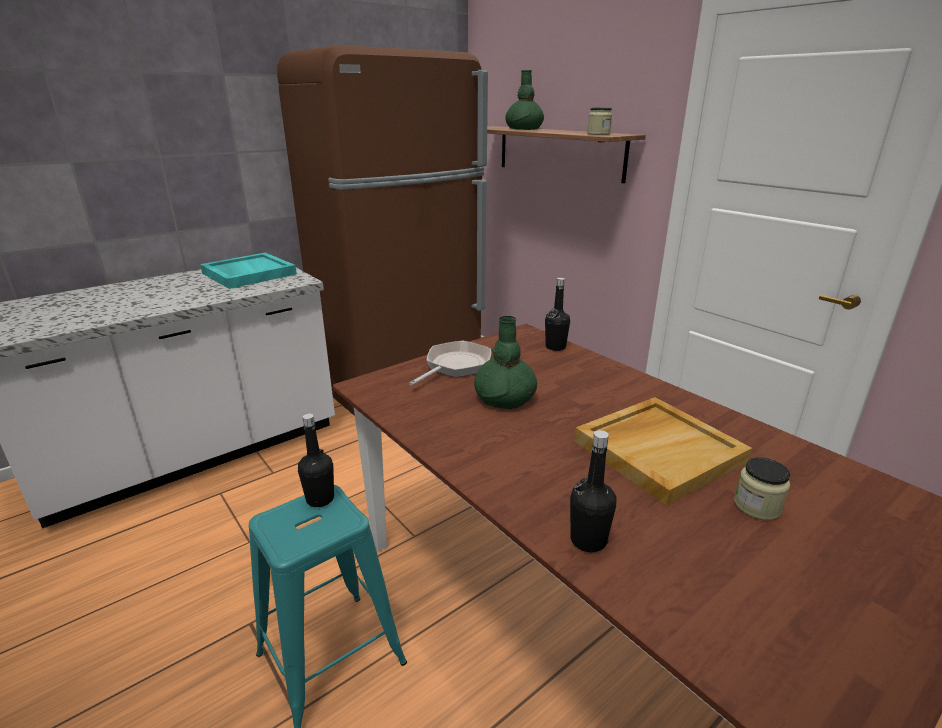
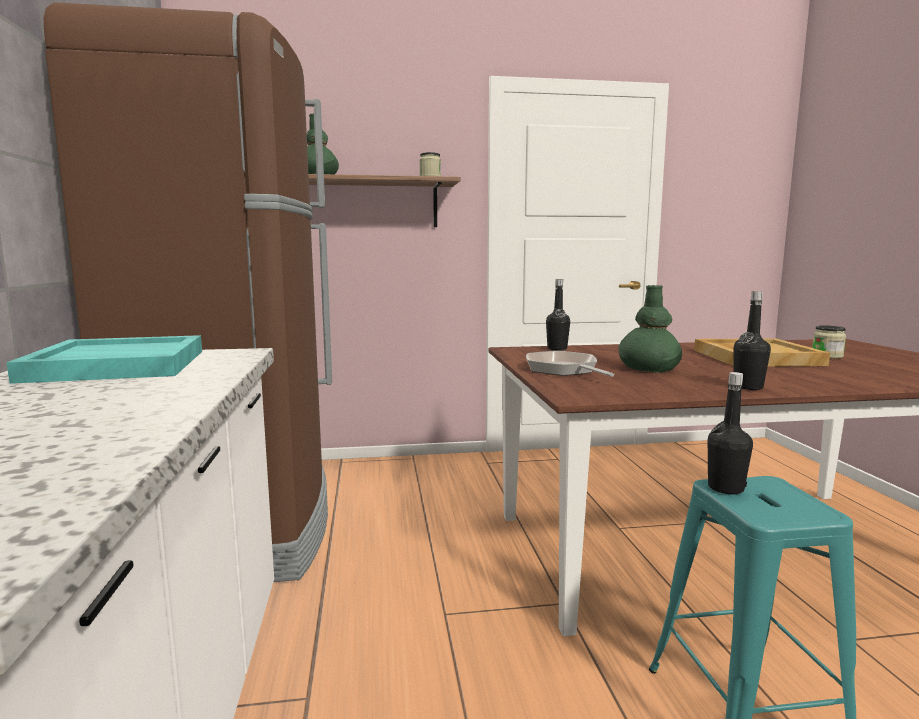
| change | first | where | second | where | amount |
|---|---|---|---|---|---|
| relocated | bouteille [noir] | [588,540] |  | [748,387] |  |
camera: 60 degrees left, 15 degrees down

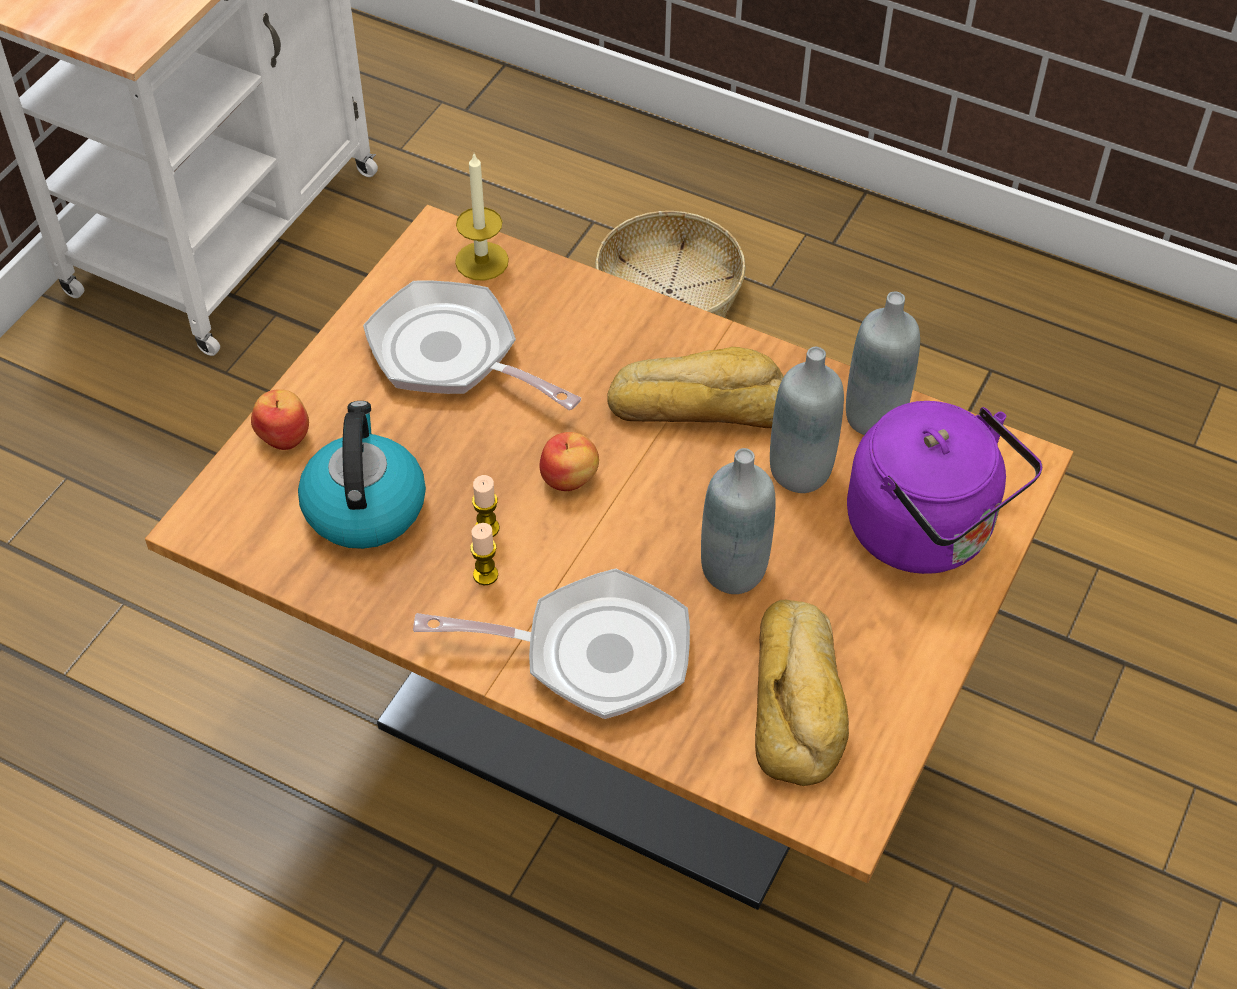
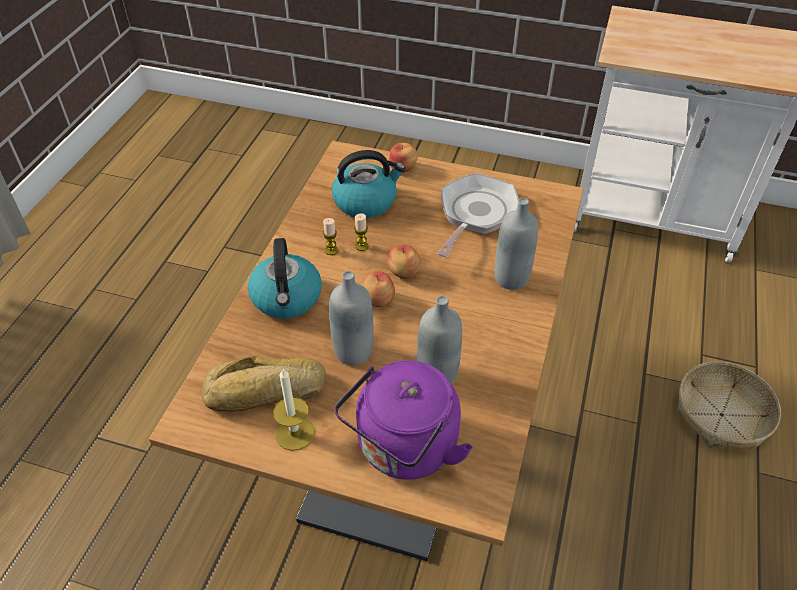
| change | first | where | second | where | amount |
|---|---|---|---|---|---|
| missing | pain | [699,402] |  |  |  |
| appeared |  |  | pomme | [377,300] |  |
| relocated | bougie | [482,261] |  | [294,433] |  |
| relocated | bouteille [gris] | [874,417] |  | [511,278] |  |
| exchanged | poêle | [592,653] | bouilloire | [287,298] |  |
camera: 80 degrees right, 5 degrees down

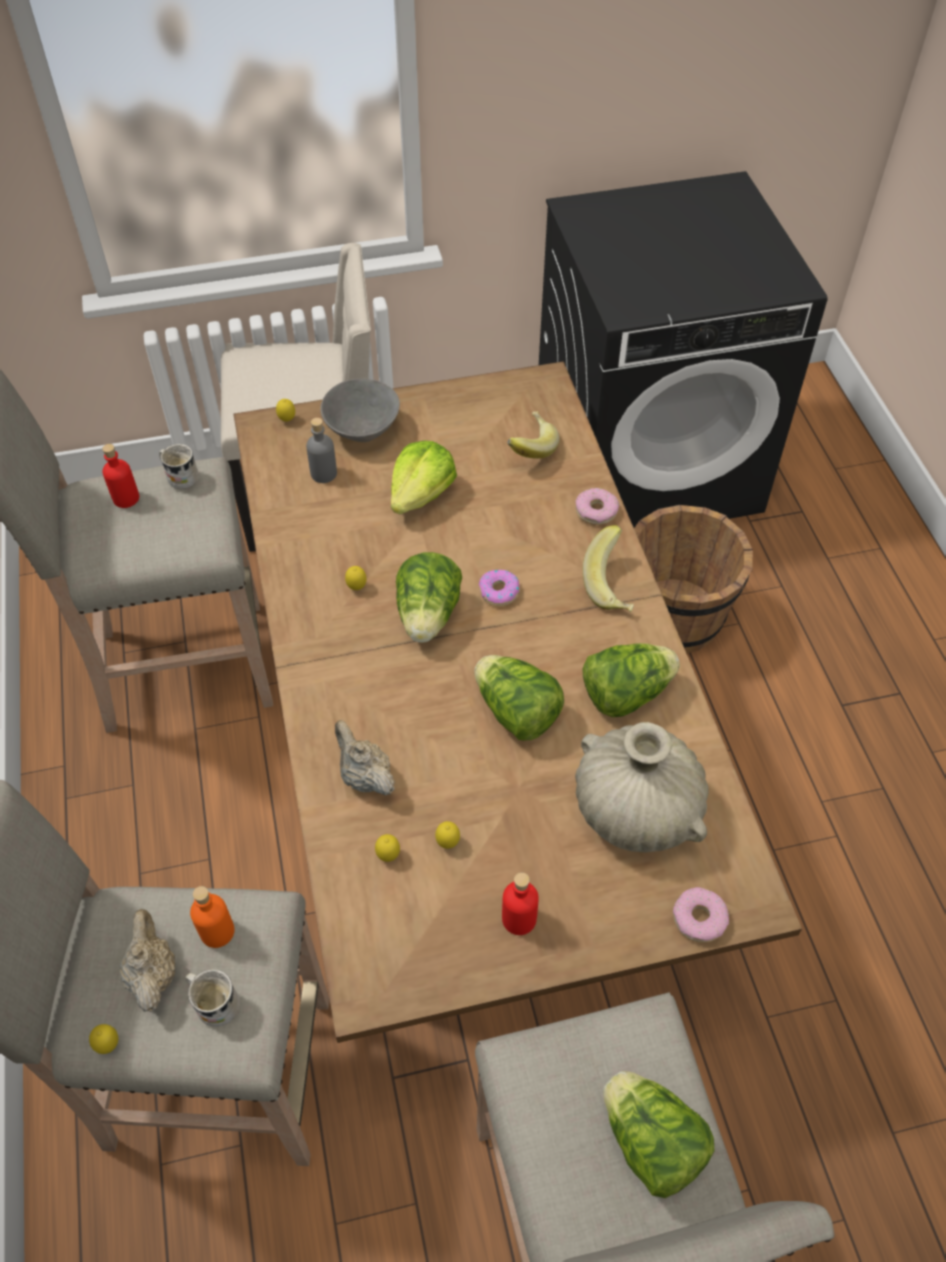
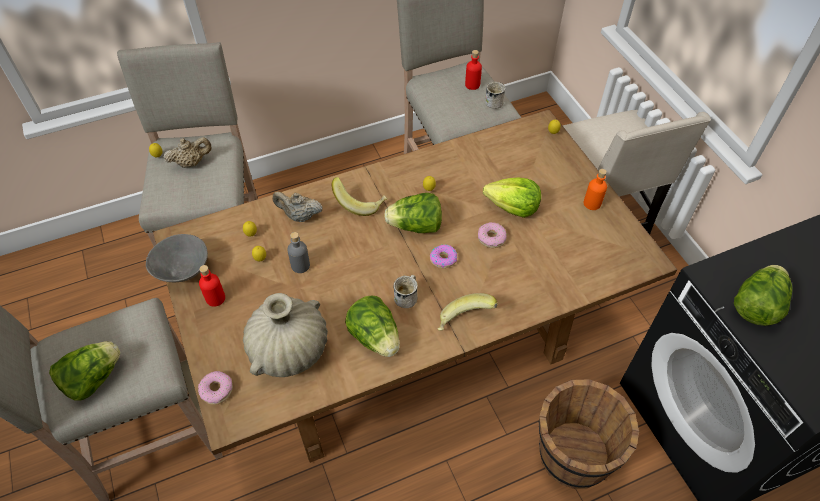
| change | first | where | second | where | amount |
|---|---|---|---|---|---|
| relocated | mug [blanc] | [213,1001] |  | [408,296] |  |
| relocated | bouteille [orange] | [217,931] |  | [592,203] |  |
| relocated | bouteille [gris] | [324,473] |  | [300,265] |  |
| relocated | bol [gris] | [362,431] |  | [182,271] |  |
| relocated | laitue | [516,712] |  | [756,305] |  |
| relocated | banane | [529,447] |  | [360,203] |  |
| relocated | beignet | [596,511] |  | [491,238] |  |
| spun | théière [beige] | [364,776] |  | [299,216] | 120 degrees counterclockwise |
camera: 80 degrees right, 0 degrees up

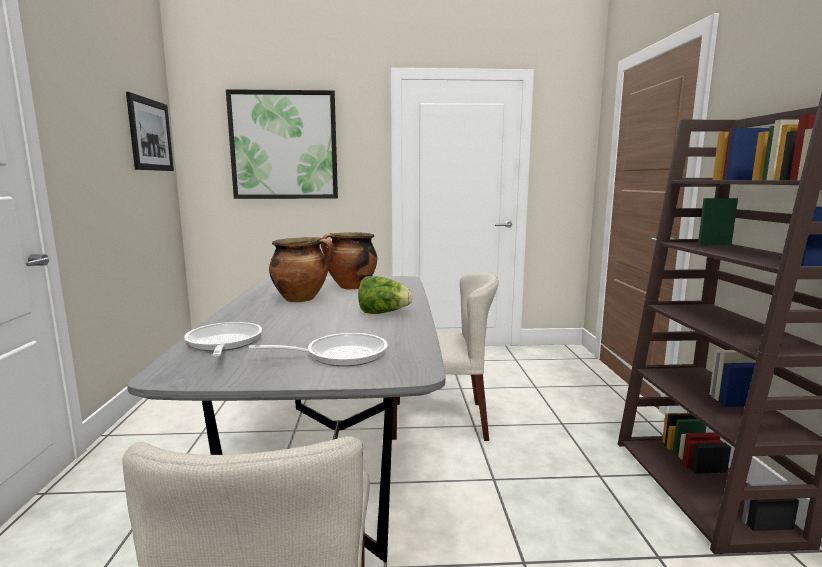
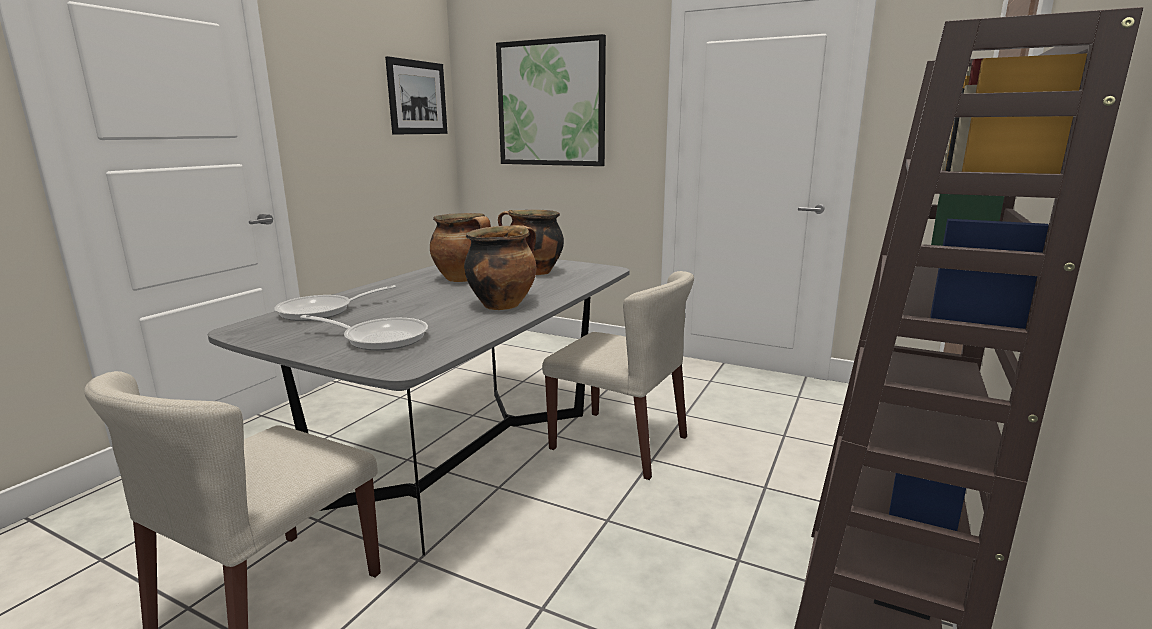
| change | first | where | second | where | amount |
|---|---|---|---|---|---|
| exchanged | laitue | [383,313] | marmite | [503,304] |  |
| spun | poêle | [223,344] |  | [322,311] | 135 degrees counterclockwise |
camera: 30 degrees right, 5 degrees up

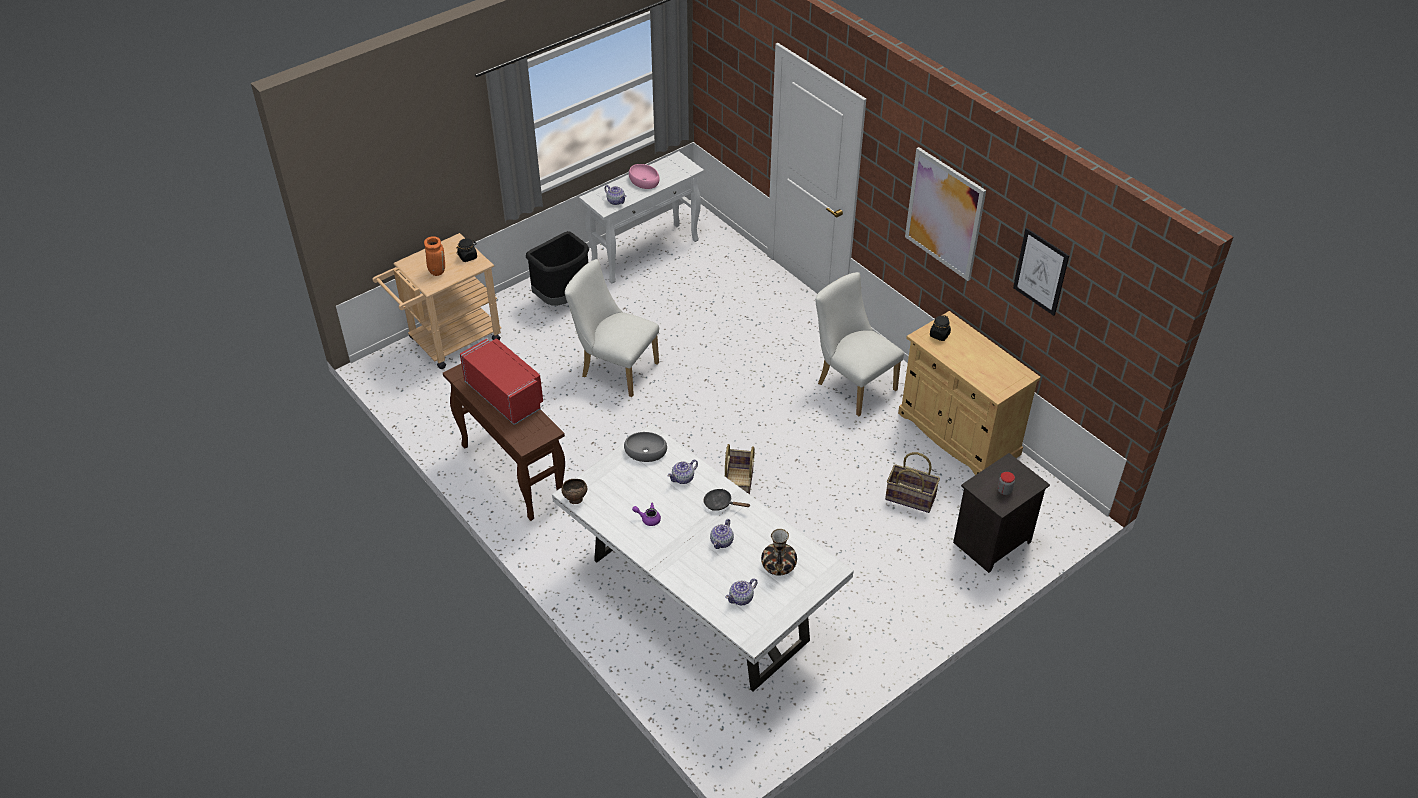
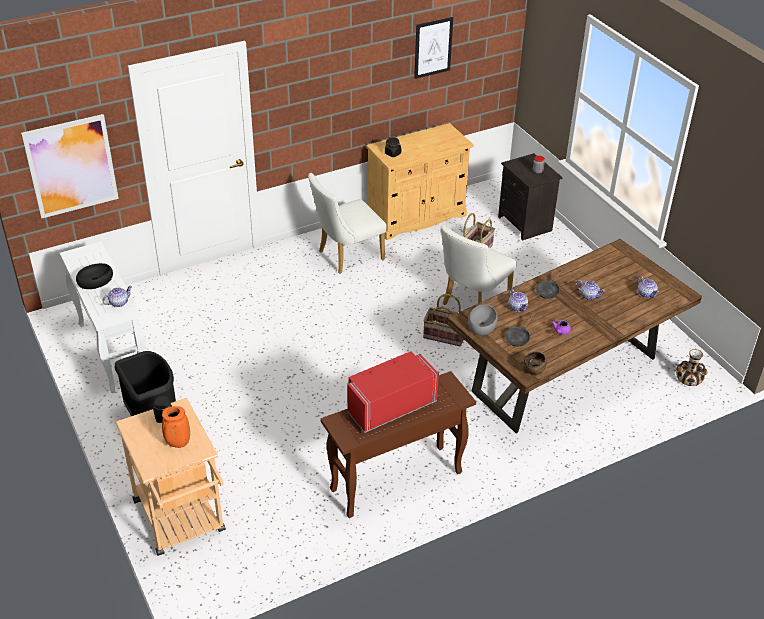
| change | first | where | second | where | amount |
|---|---|---|---|---|---|
| appeared |  |  | poêle [noir] | [518,338] |  |
| relocated | chaise [blanc] | [614,369] |  | [472,303] |  |
| relocated | vase | [778,565] |  | [689,379] |  |
| relocated | tableau | [944,214] |  | [71,166] |  |
| colour | table à manger [blanc] | [700,600] | table à manger [marron] | [564,374] |  |
| colour | bol [rose] | [643,181] | bol [noir] | [95,281] |  |
camera: 80 degrees left, 5 degrees down

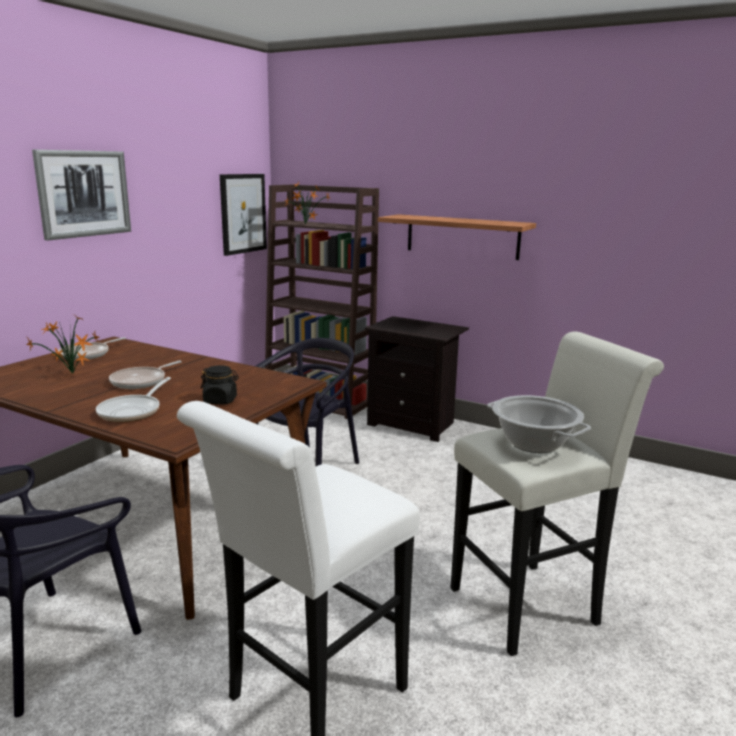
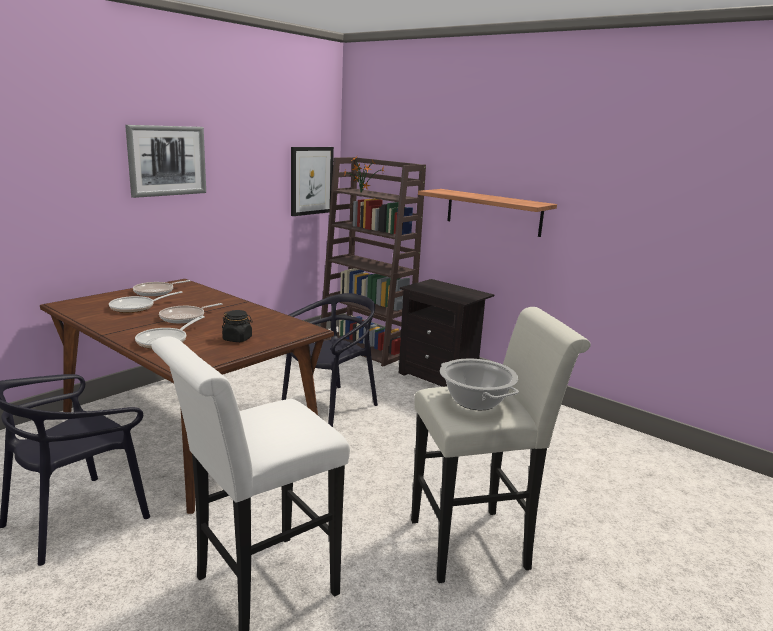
| change | first | where | second | where | amount |
|---|---|---|---|---|---|
| exchanged | plante en pot | [73,375] | poêle | [136,307] |  |
camera: 10 degrees right, 0 degrees up

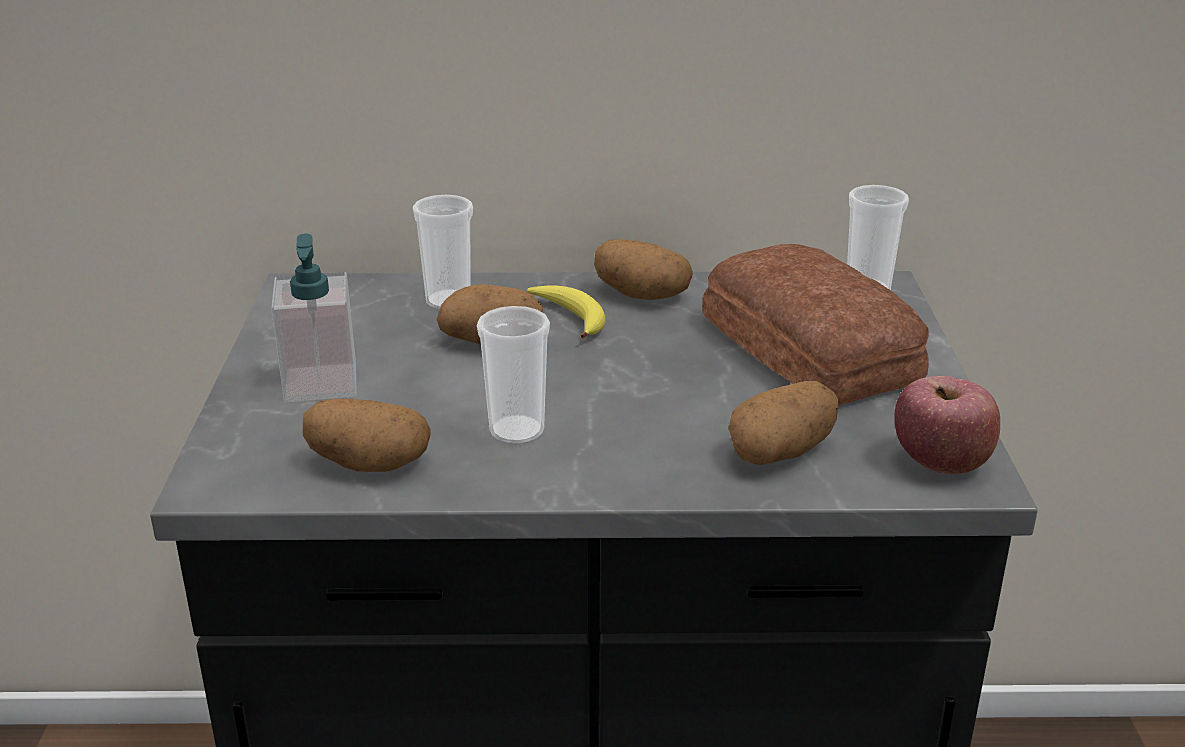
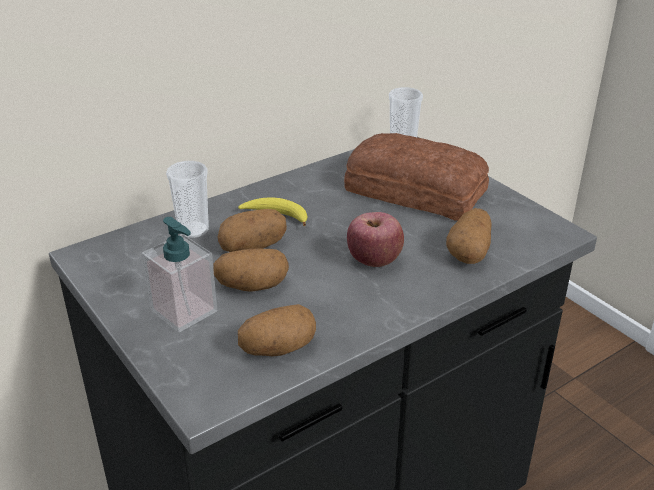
| change | first | where | second | where | amount |
|---|---|---|---|---|---|
| missing | tasse | [517,431] |  |  |  |
| relocated | pomme de terre | [640,295] |  | [252,286] |  |
| relocated | pomme | [941,463] |  | [374,261] |  |
camera: 35 degrees left, 5 degrees up

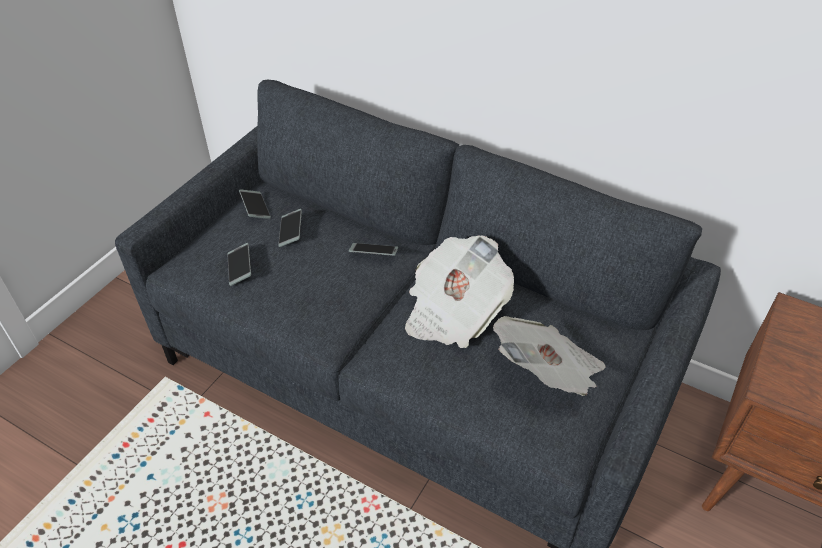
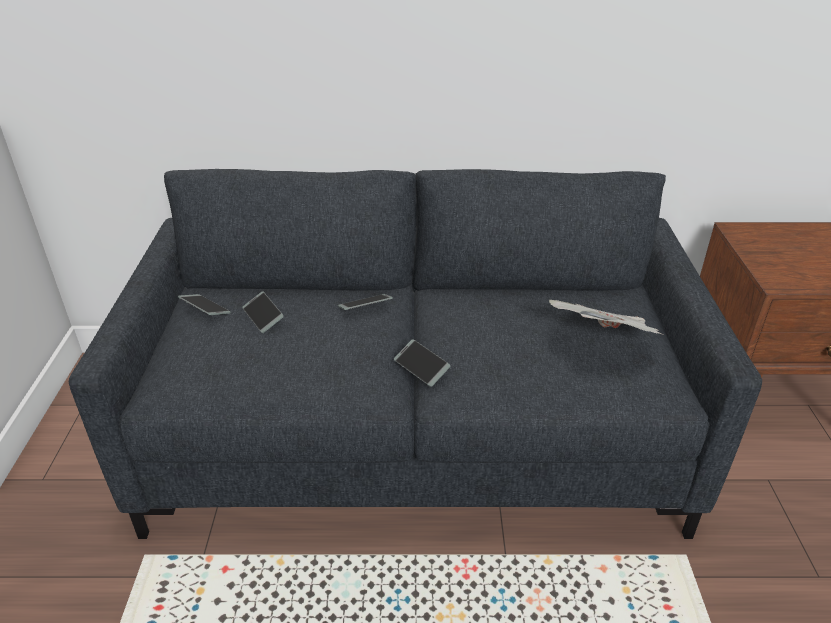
| change | first | where | second | where | amount |
|---|---|---|---|---|---|
| missing | journal | [453,311] |  |  |  |
| relocated | téléphone | [240,268] |  | [421,367] |  |
camera: 30 degrees left, 10 degrees down

